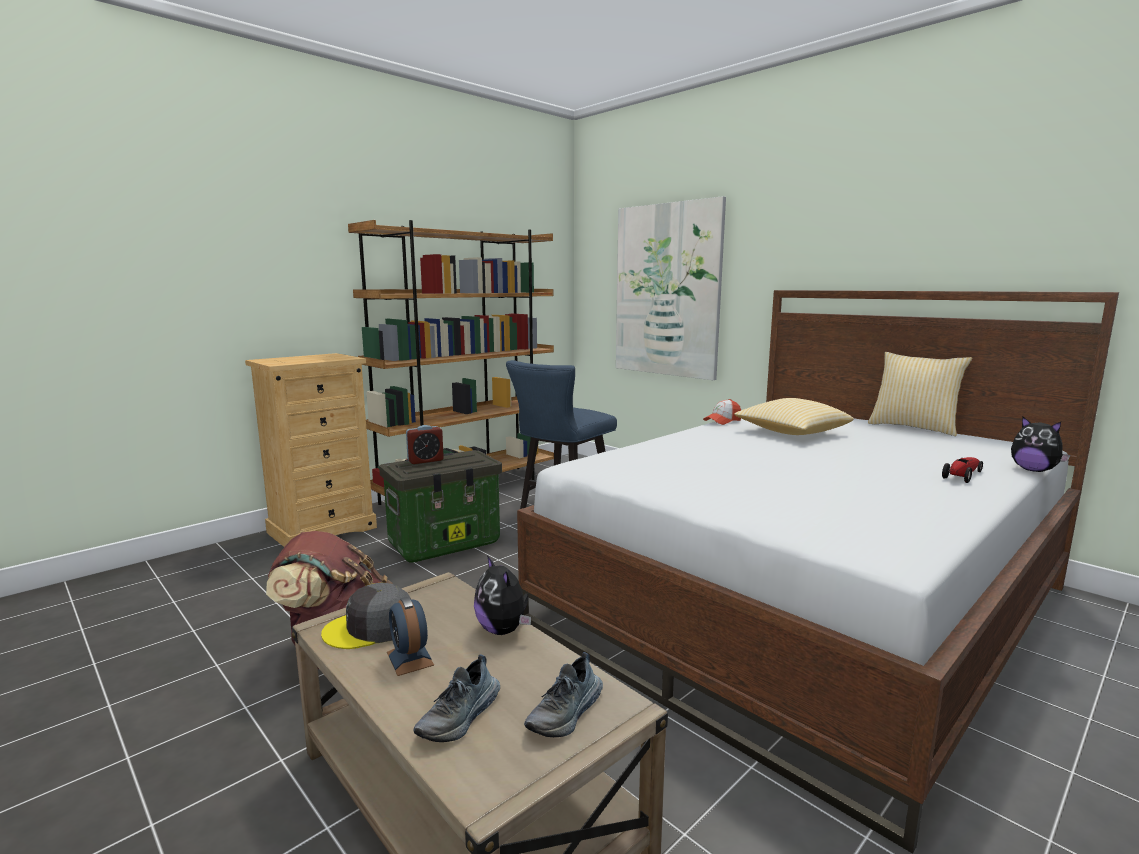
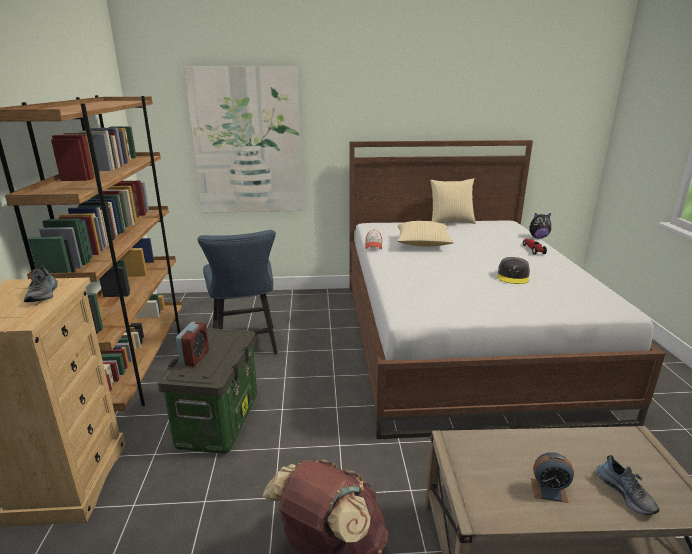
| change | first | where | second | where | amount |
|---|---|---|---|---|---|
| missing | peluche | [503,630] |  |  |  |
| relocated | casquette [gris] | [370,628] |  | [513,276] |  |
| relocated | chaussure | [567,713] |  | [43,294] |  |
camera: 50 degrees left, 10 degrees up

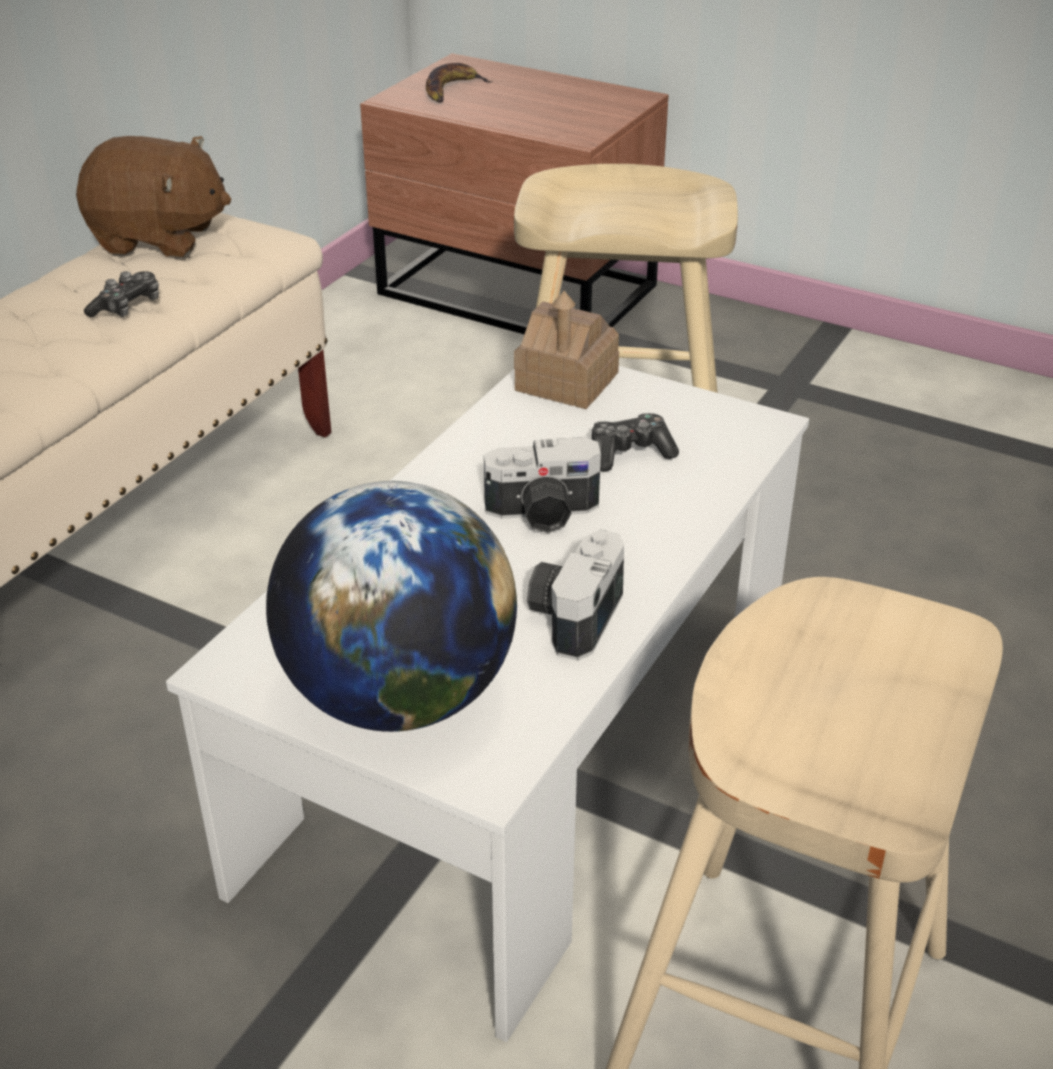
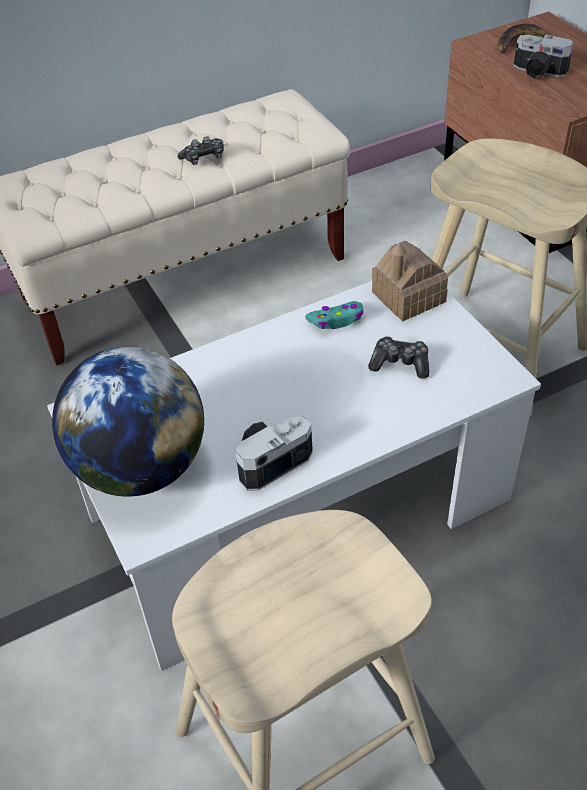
| change | first | where | second | where | amount |
|---|---|---|---|---|---|
| missing | peluche [marron] | [159,238] |  |  |  |
| appeared |  |  | manette [turquoise] | [336,320] |  |
| relocated | appareil photo | [543,514] |  | [538,72] |  |
camera: 35 degrees right, 10 degrees up

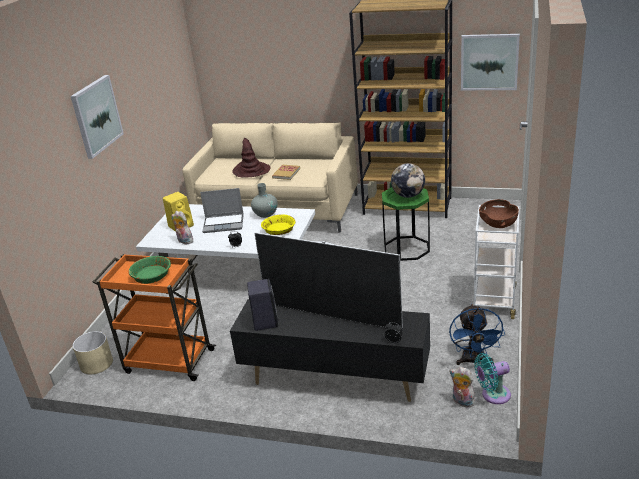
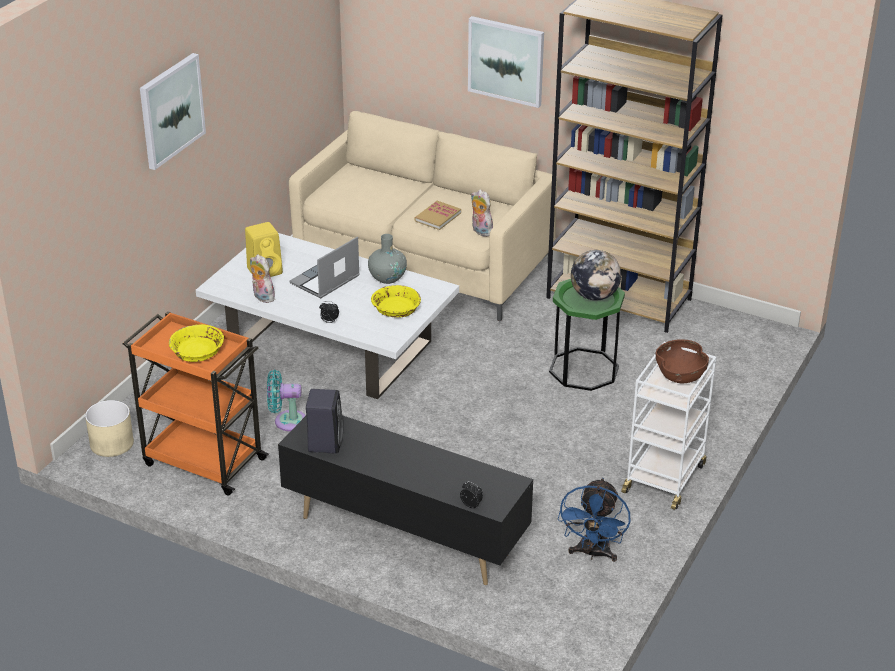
| change | first | where | second | where | amount |
|---|---|---|---|---|---|
| missing | chapeau [marron] | [251,170] |  |  |  |
| missing | téléviseur | [331,316] |  |  |  |
| relocated | peluche | [462,402] |  | [480,231] |  |
| relocated | tableau | [489,62] |  | [506,61] |  |
| relocated | ventilateur [turquoise] | [493,395] |  | [287,421] |  |
| colour | bol [vert] | [152,276] | bol [jaune] | [197,352] |  |
| spun | ordinateur portable | [224,224] |  | [325,281] | 120 degrees clockwise |
camera: 10 degrees right, 5 degrees up

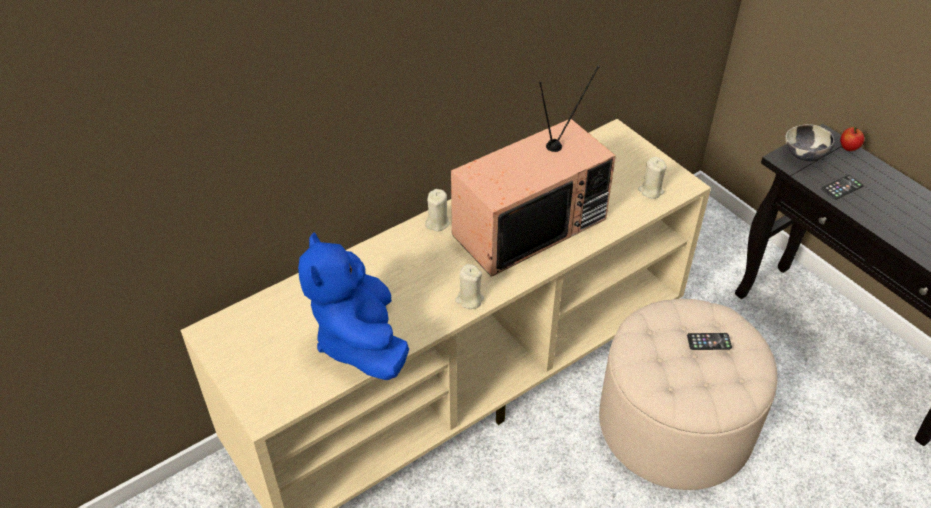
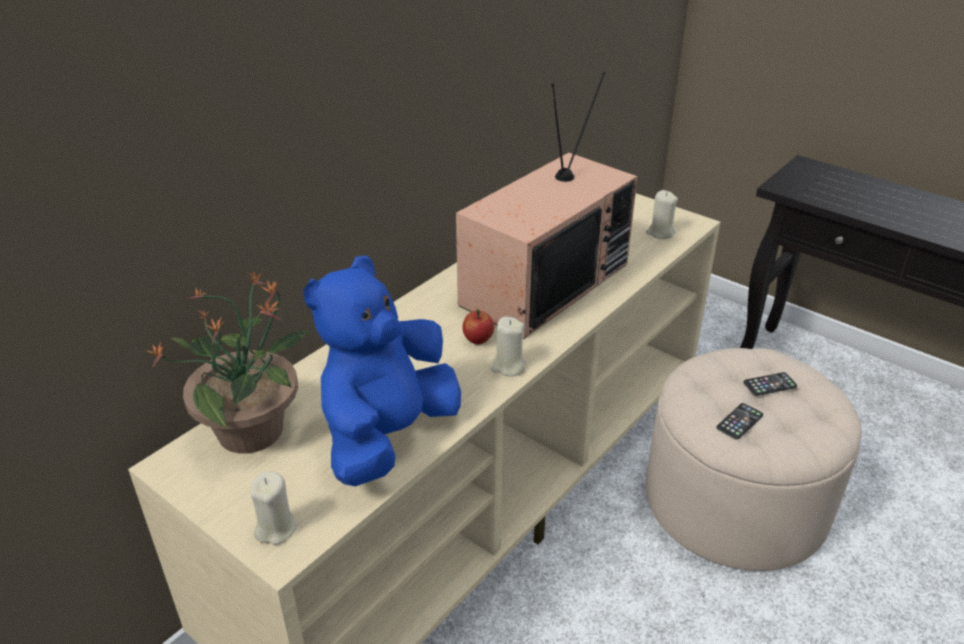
| change | first | where | second | where | amount |
|---|---|---|---|---|---|
| missing | bol | [804,156] |  |  |  |
| appeared |  |  | plante en pot | [253,430] |  |
| relocated | bougie [beige] | [437,223] |  | [275,528] |  |
| relocated | téléphone | [842,187] |  | [739,421] |  |
| relocated | pomme | [848,148] |  | [478,340] |  |
| spun | peluche [bleu] | [360,341] |  | [387,436] | 60 degrees clockwise |
camera: 15 degrees left, 10 degrees down

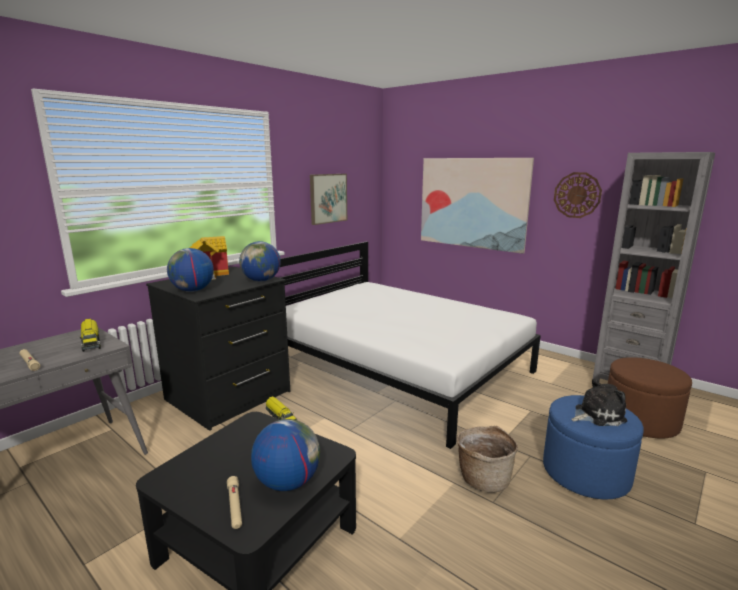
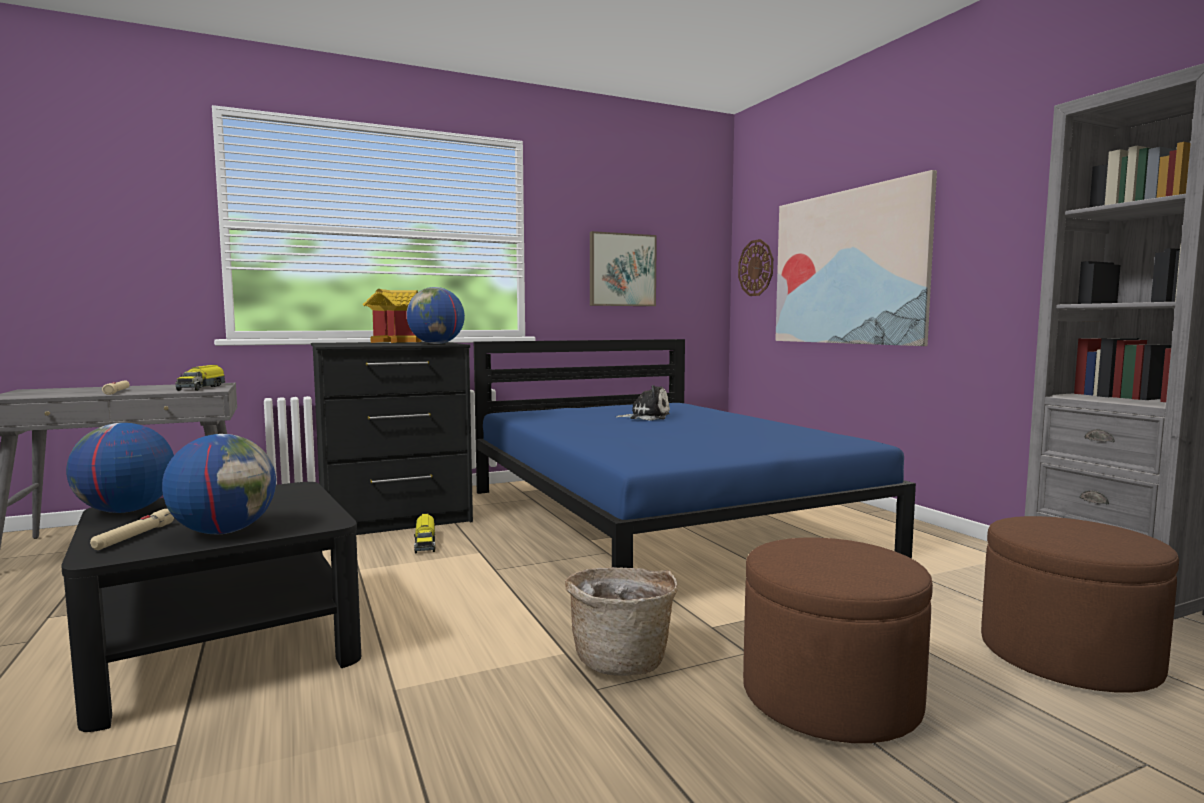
| change | first | where | second | where | amount |
|---|---|---|---|---|---|
| relocated | globe | [193,290] |  | [125,511] |  |
| relocated | horloge murale | [577,195] |  | [756,268] |  |
| relocated | peluche | [597,415] |  | [647,417] |  |
| colour | lit [blanc] | [396,366] | lit [bleu] | [659,519] |  |
| colour | pouf [bleu] | [585,473] | pouf [marron] | [830,697] |  |
camera: 25 degrees right, 10 degrees down

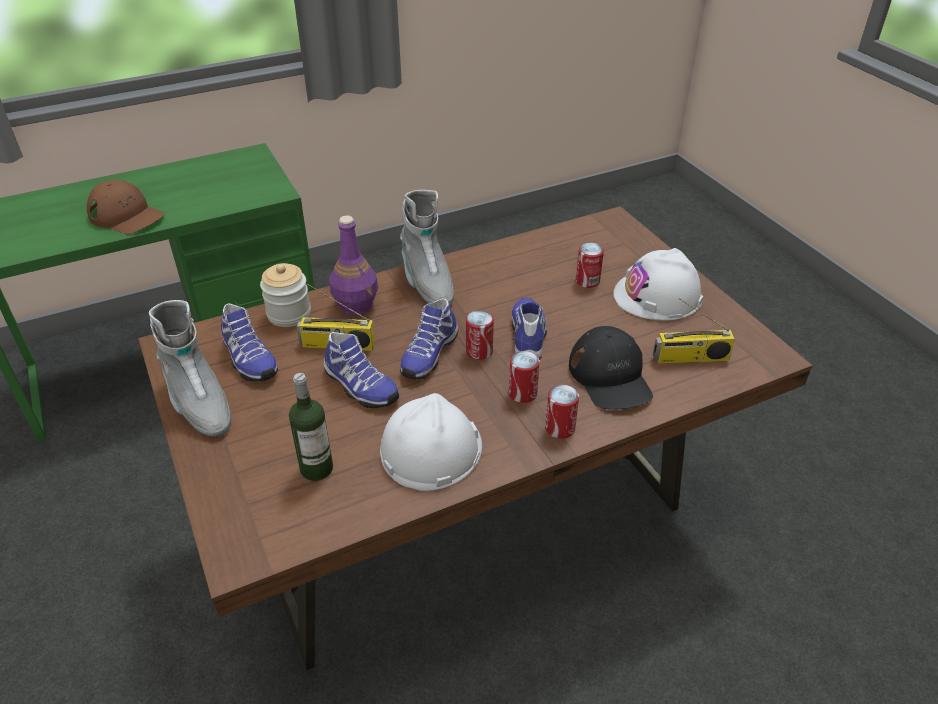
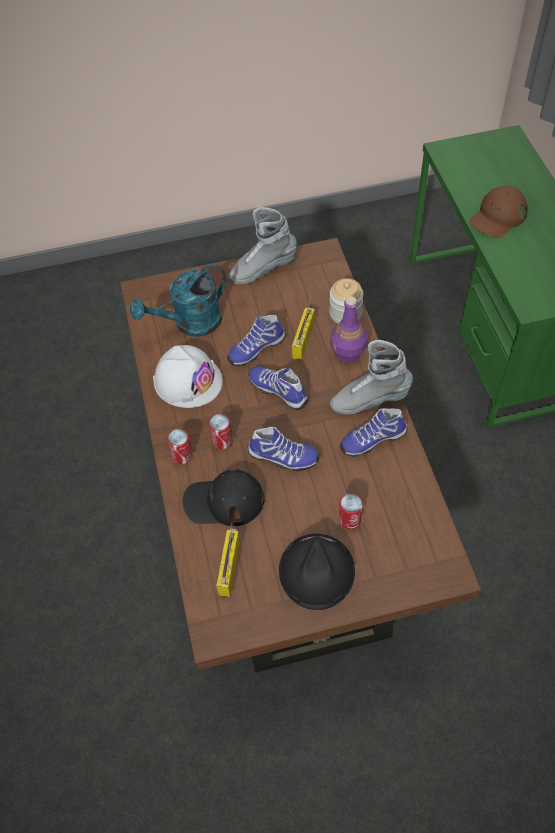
| change | first | where | second | where | amount |
|---|---|---|---|---|---|
| missing | boîte métallique | [479,351] |  |  |  |
| relocated | chaussure | [248,359] |  | [372,439] |  |
| exchanged | bouteille | [316,468] | arrosoir [turquoise] | [190,324] |  |
| colour | casque de chantier [blanc] | [658,296] | casque de chantier [noir] | [316,571] |  |
camera: 105 degrees right, 15 degrees up

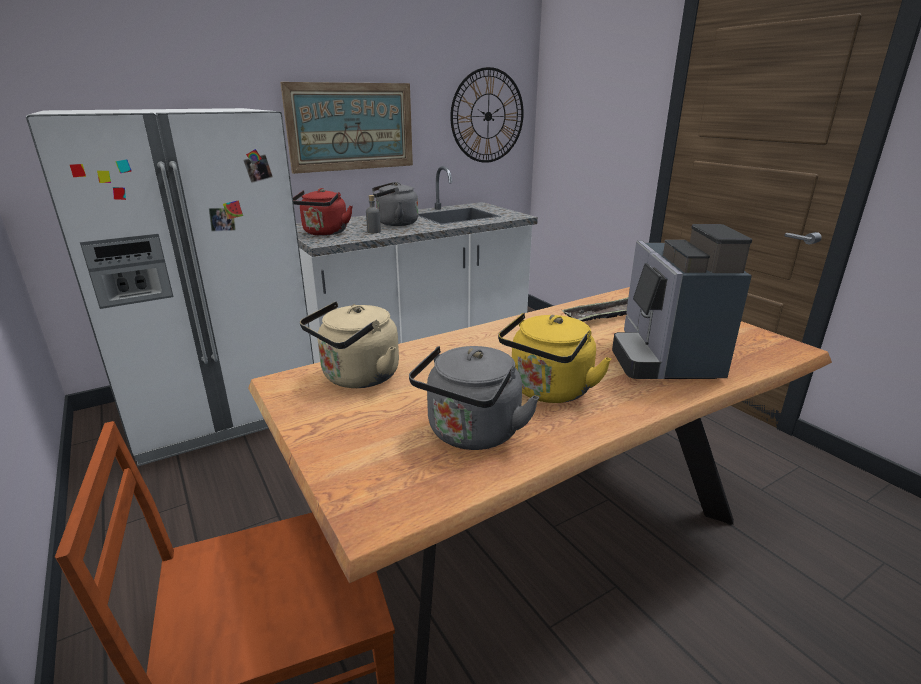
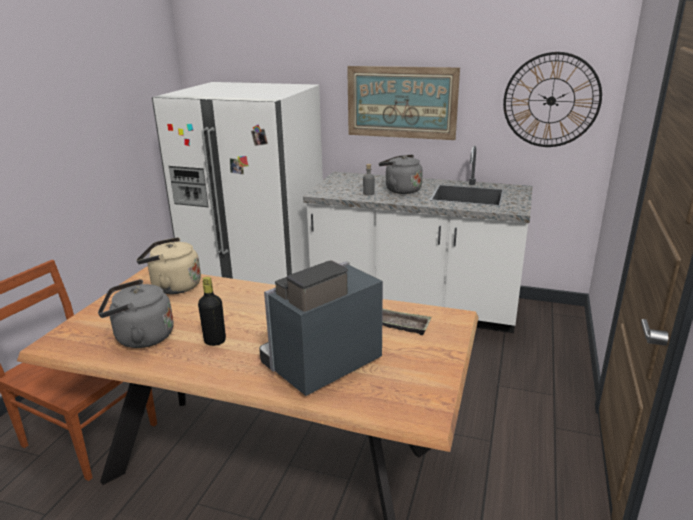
| change | first | where | second | where | amount |
|---|---|---|---|---|---|
| missing | bouilloire [rouge] | [324,233] |  |  |  |
| exchanged | bouilloire [jaune] | [548,391] | bouteille [noir] | [215,341] |  |
camera: 50 degrees right, 0 degrees up

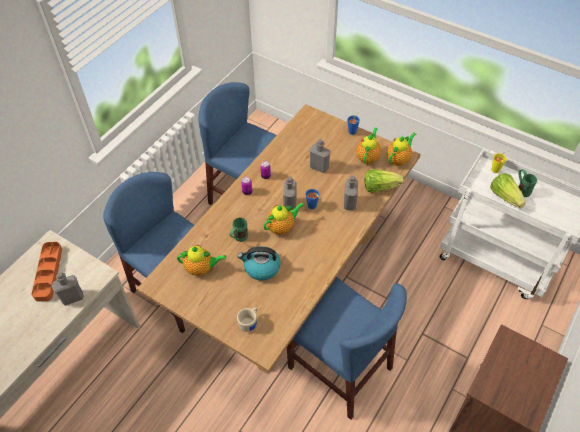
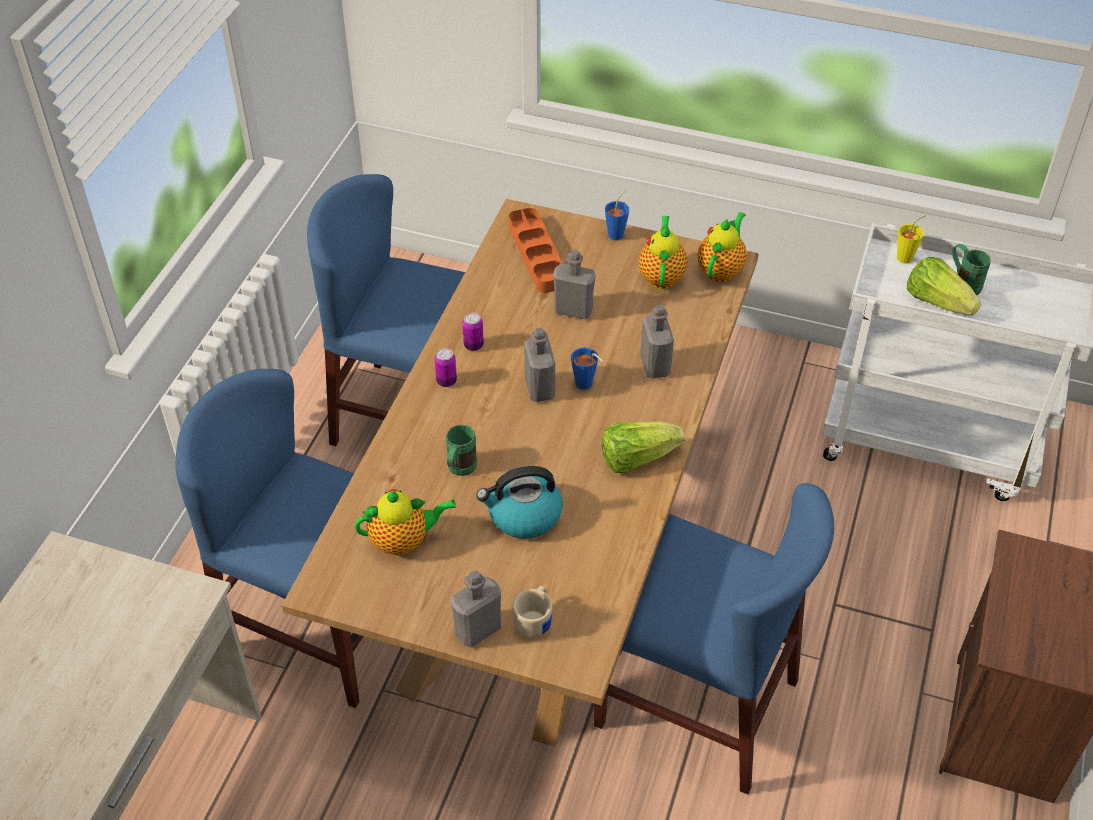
| change | first | where | second | where | amount |
|---|---|---|---|---|---|
| missing | théière | [282,227] |  |  |  |
| relocated | plateau [orange] | [48,273] |  | [537,255] |  |
| relocated | bouteille [gris] | [73,298] |  | [478,630] |  |
| relocated | laitue | [380,187] |  | [637,458] |  |
camera: 15 degrees left, 5 degrees down

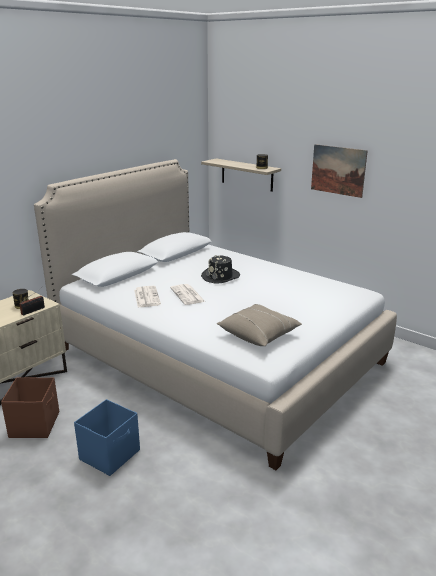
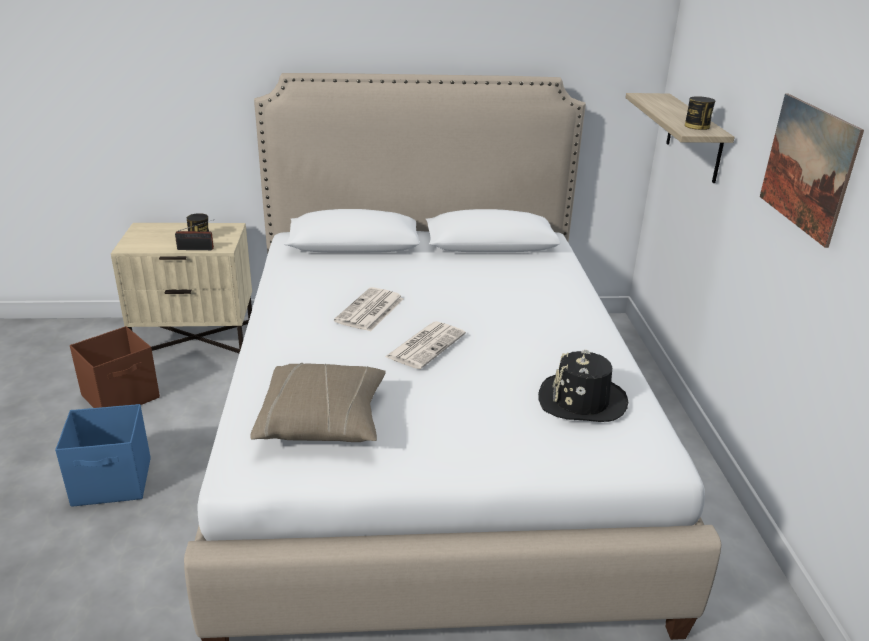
| change | first | where | second | where | amount |
|---|---|---|---|---|---|
| relocated | journal | [146,297] |  | [426,345] |  |
| relocated | chapeau [noir] | [221,276] |  | [581,401] |  |
camera: 45 degrees right, 5 degrees up

